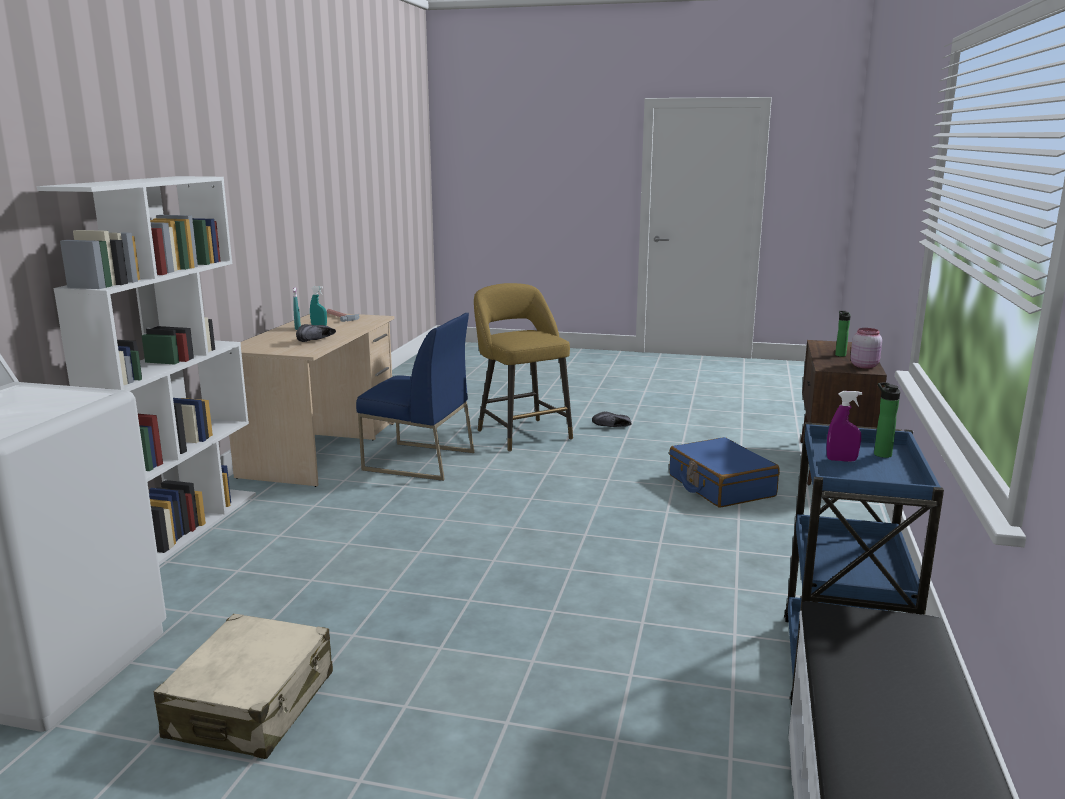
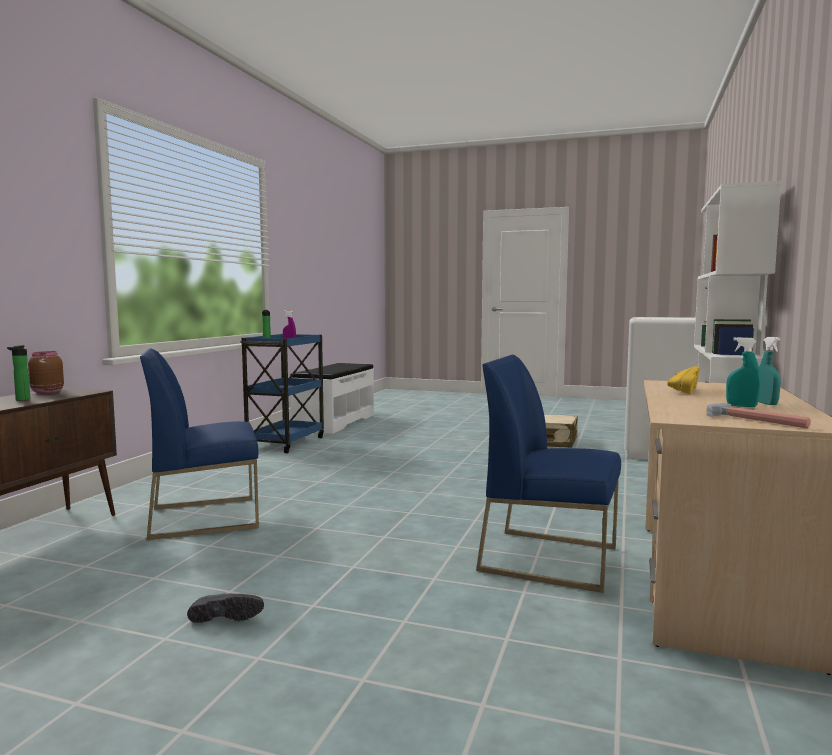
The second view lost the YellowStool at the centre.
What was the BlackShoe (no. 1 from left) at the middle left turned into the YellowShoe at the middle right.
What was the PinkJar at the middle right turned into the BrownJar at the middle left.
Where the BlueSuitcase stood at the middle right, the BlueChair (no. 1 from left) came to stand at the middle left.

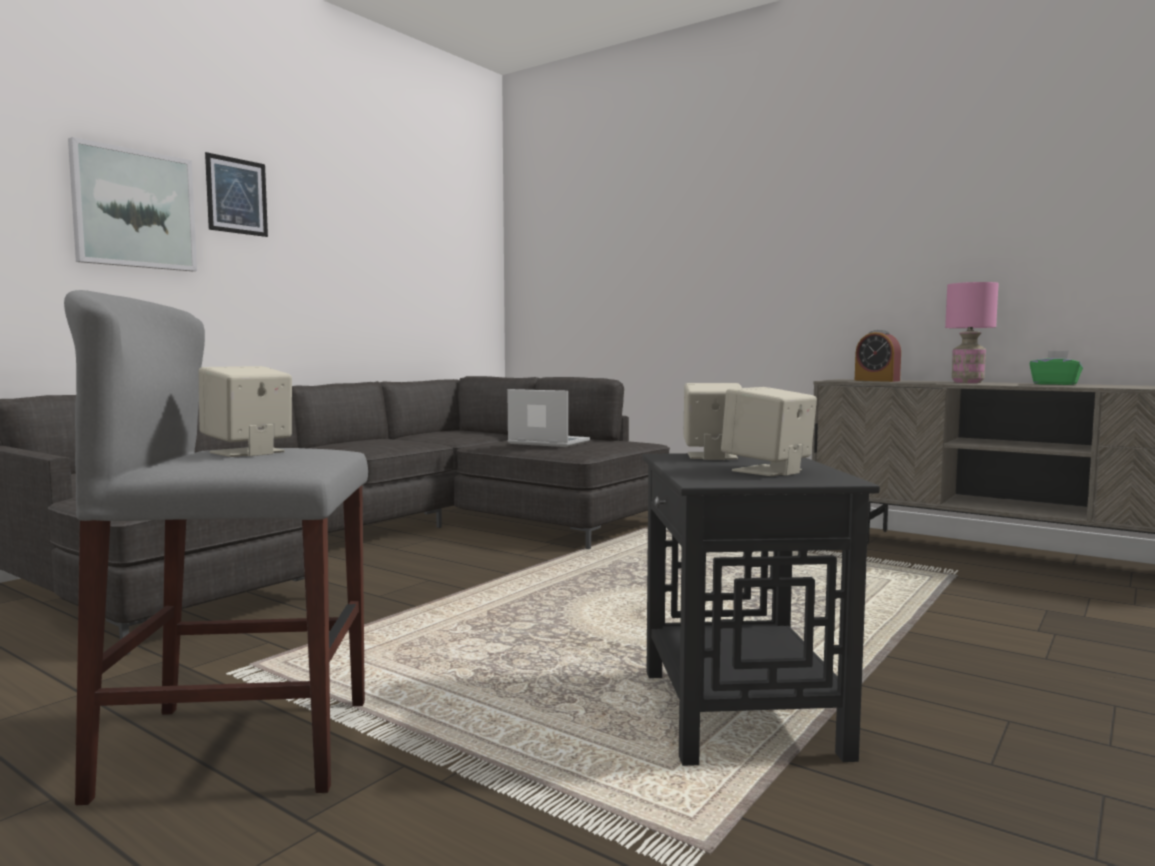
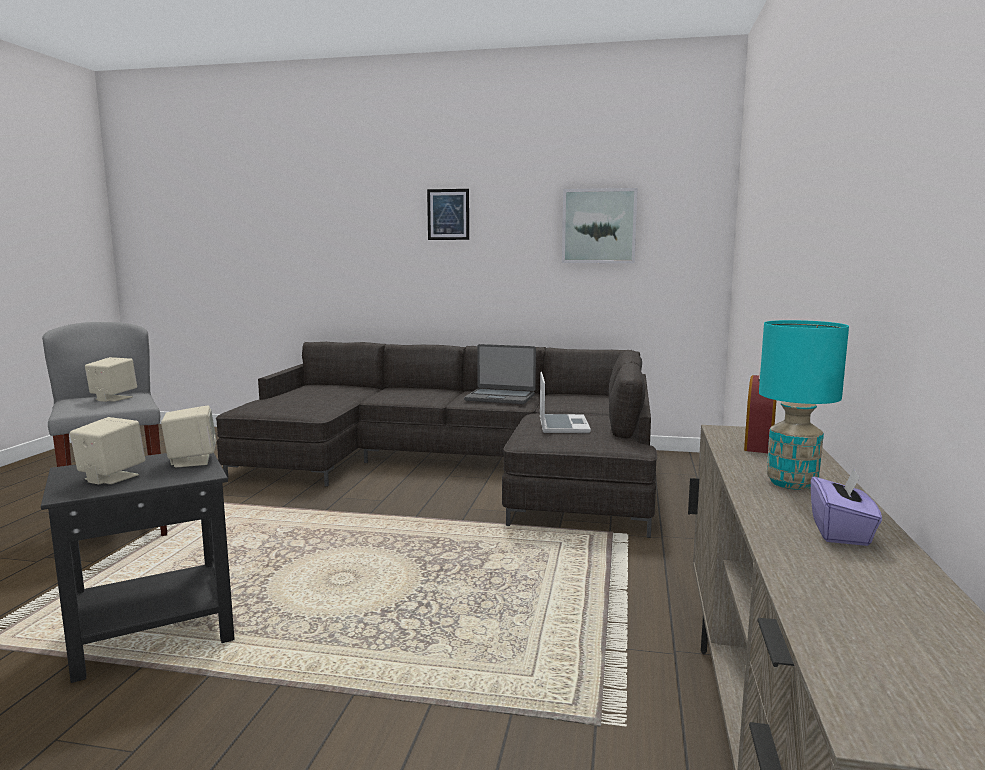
The Picture (no. 1 from left in the first image) ended up elsewhere, having gone from the top left to the top centre.
What was the PinkTableLamp at the middle right turned into the TurquoiseTableLamp at the middle right.
What was the GreenTissueBox at the middle right turned into the PurpleTissueBox at the middle right.
The second view gained the Laptop (no. 1 from left) at the centre.

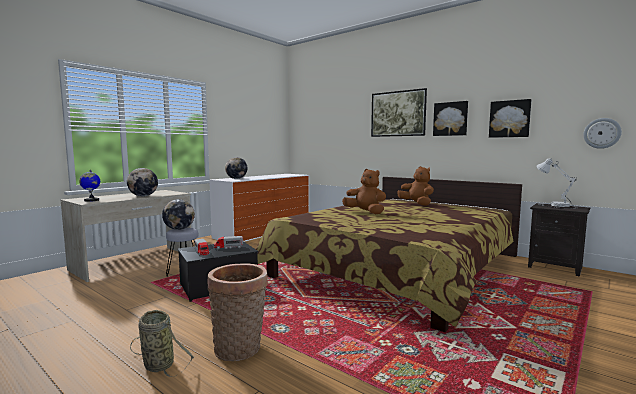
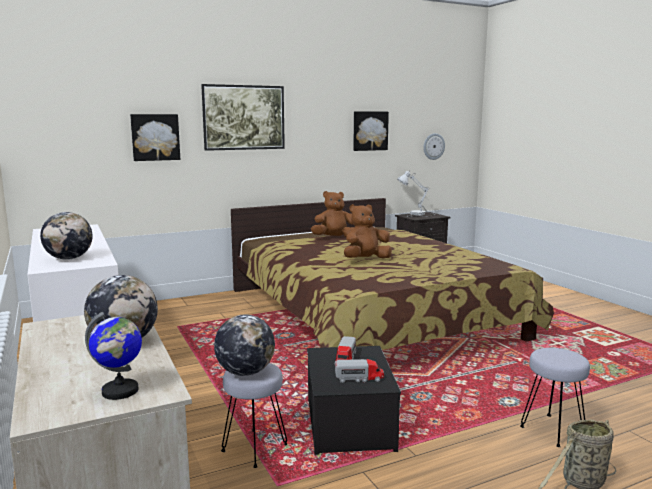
The Picture (no. 2 from left in the first image) ended up elsewhere, having gone from the top right to the top left.
Where the Basket (no. 2 from left) stood at the bottom centre, the GreyStool (no. 2 from left) came to stand at the bottom right.

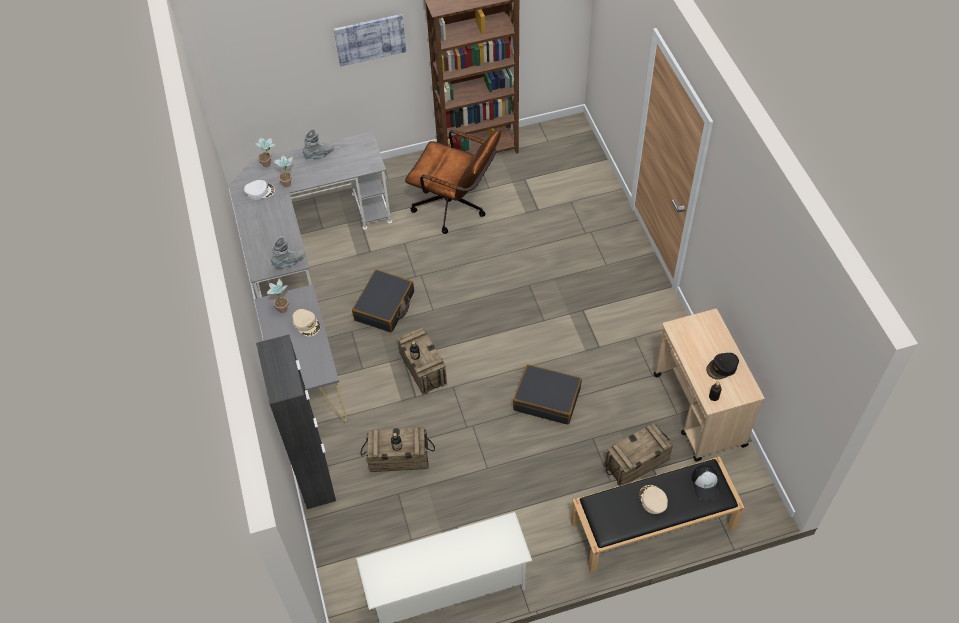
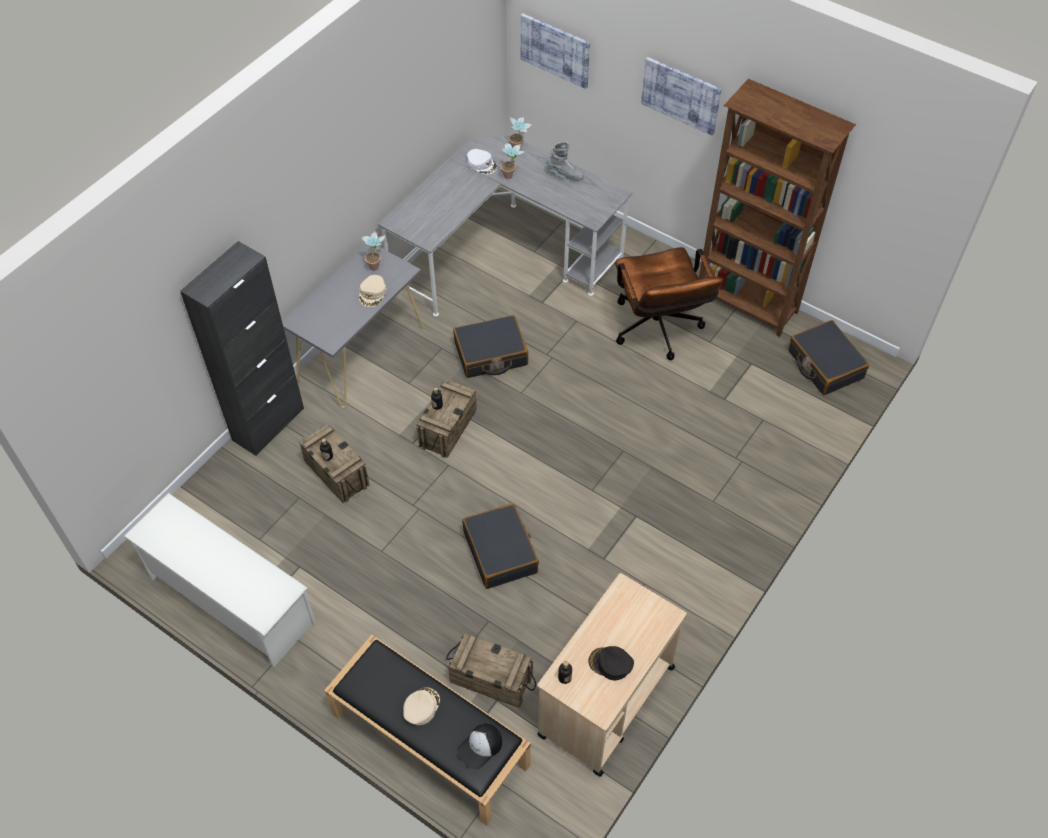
The second view lost the GreyBoot (no. 1 from left) at the middle left.
The second view gained the Picture (no. 1 from left) at the top centre.
The second view gained the BlackSuitcase (no. 3 from left) at the middle right.

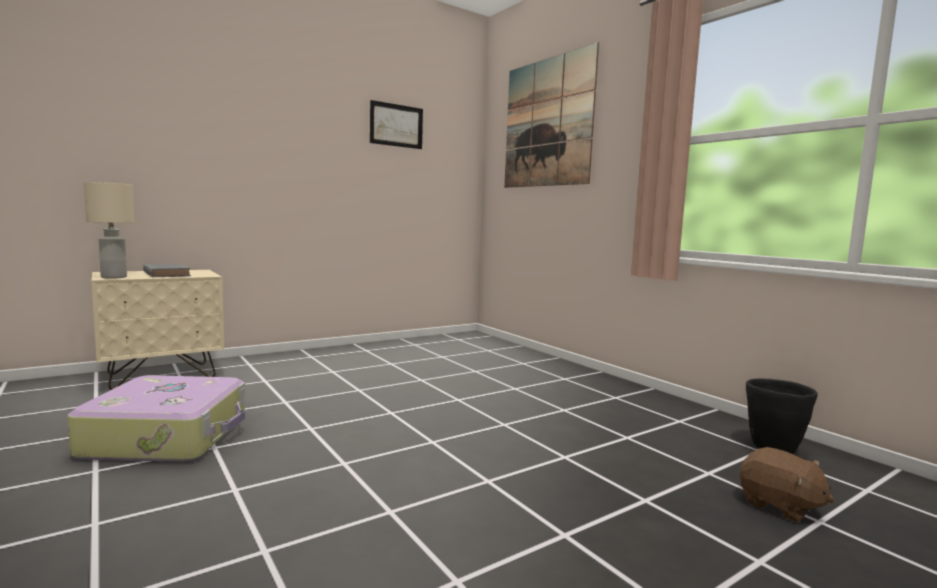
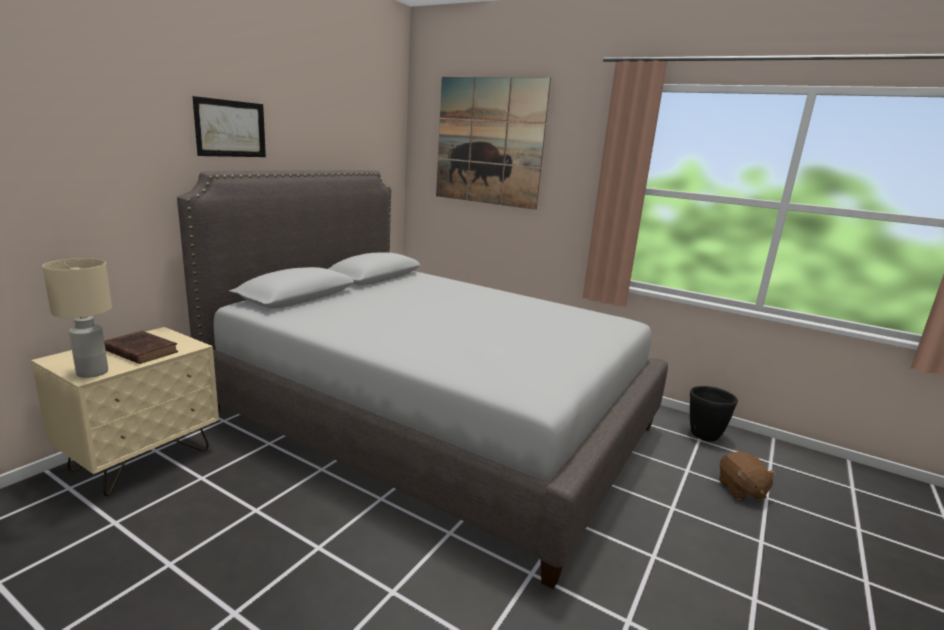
The Picture (no. 1 from left) ended up elsewhere, having gone from the top centre to the top left.
What was the GreyBook at the middle left turned into the BrownBook at the middle left.
The second view lost the Suitcase at the bottom left.
The BrownPlushToy at the bottom right ended up facing another way, 60 degrees clockwise from before.
The second view gained the GreyBed at the centre.

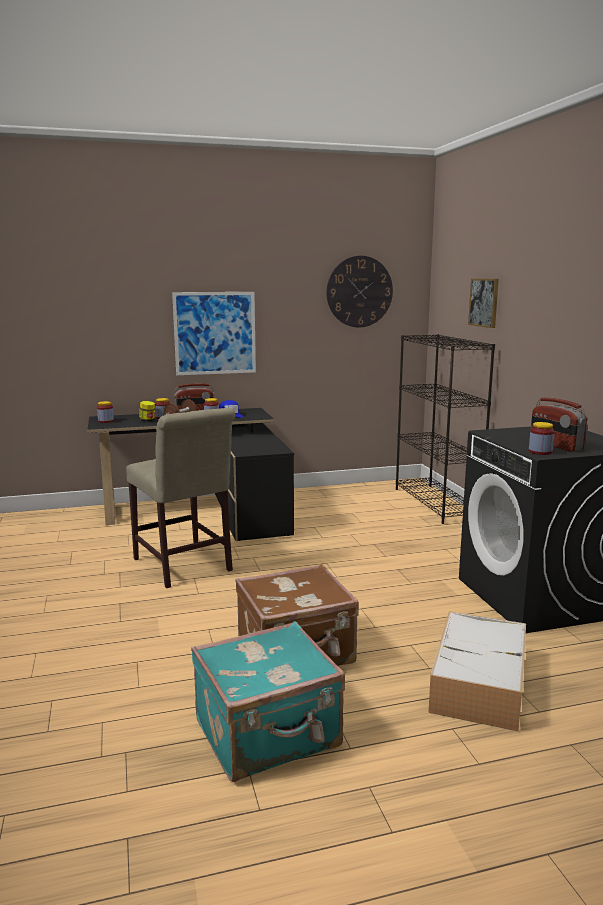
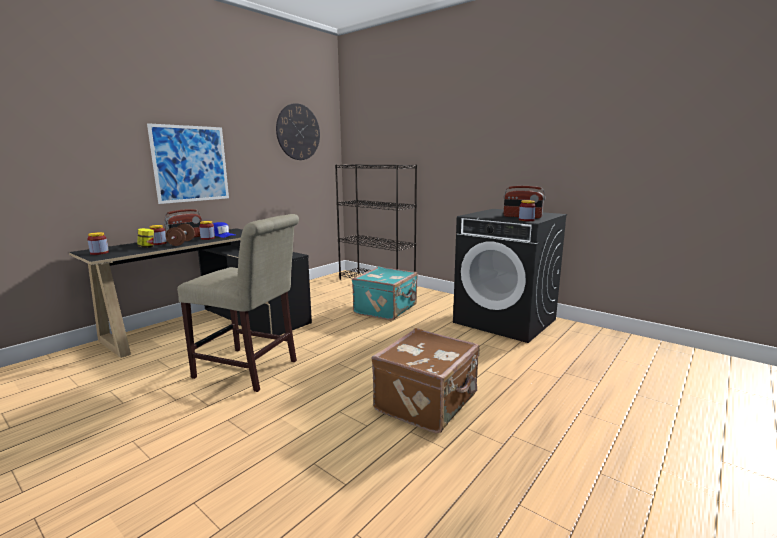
The second view lost the Picture (no. 2 from left) at the middle right.
The second view lost the StorageBox at the bottom right.
The TurquoiseSuitcase ended up elsewhere, having gone from the bottom centre to the centre.

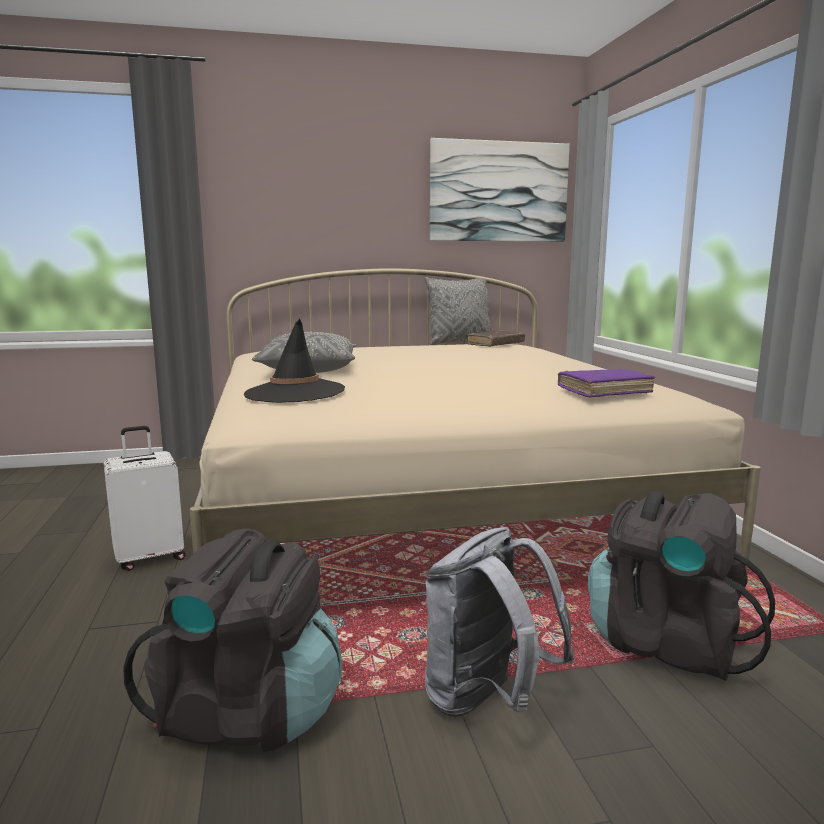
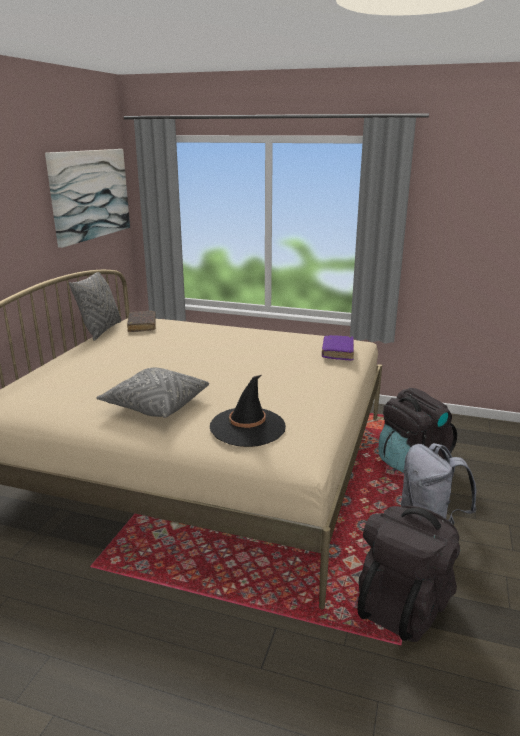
The second view lost the WhiteSuitcase at the middle left.

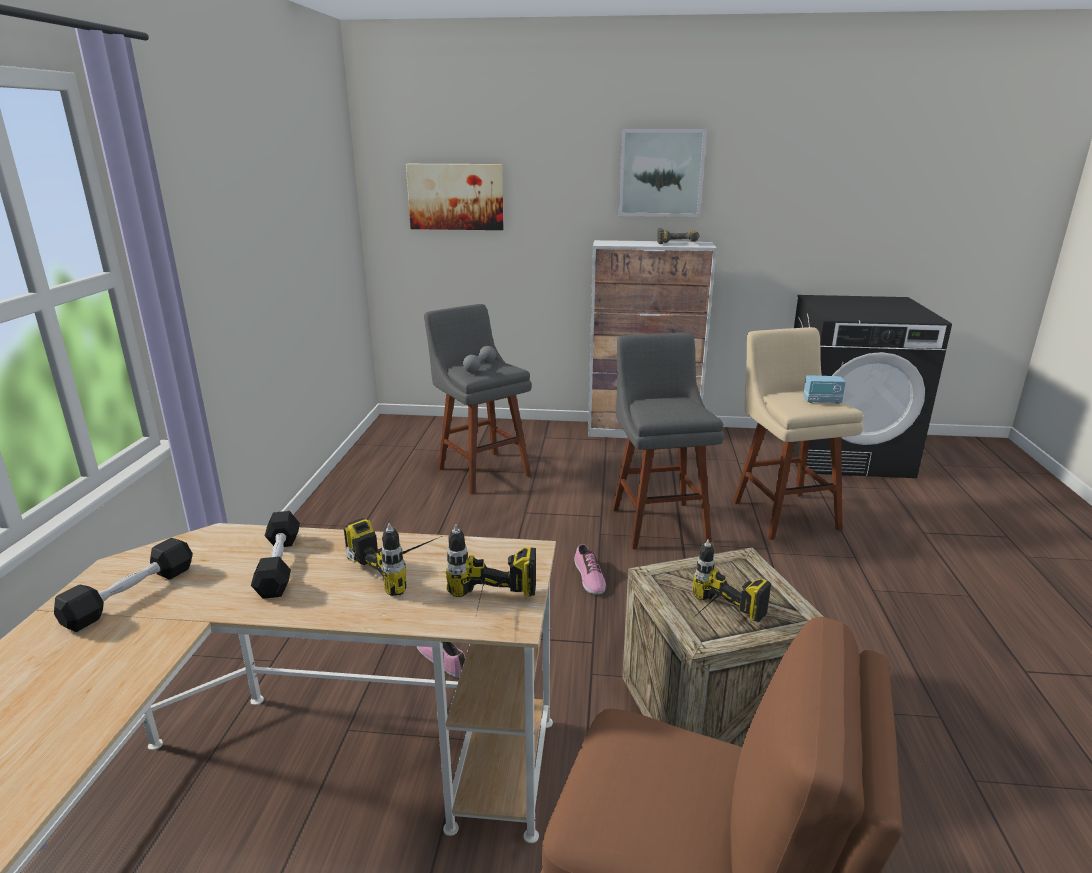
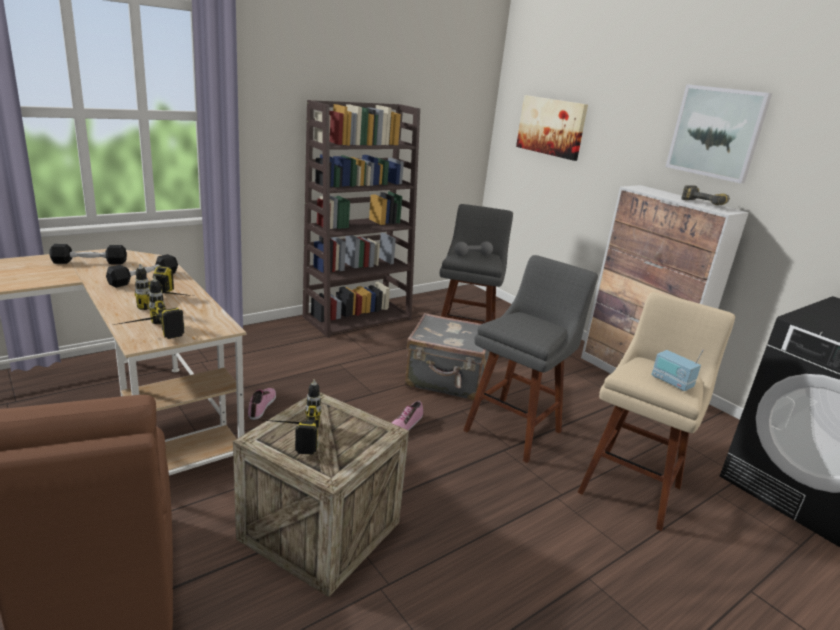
The second view gained the BrownBookcase at the centre.
The second view gained the GreySuitcase at the centre.

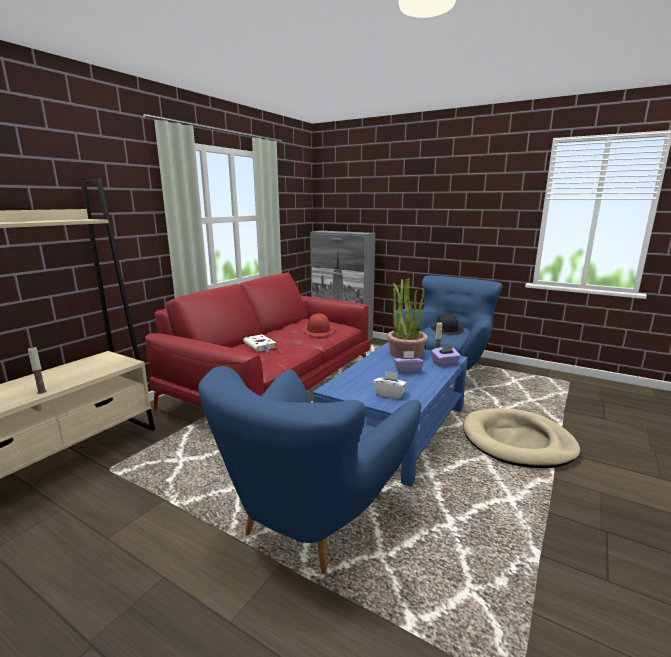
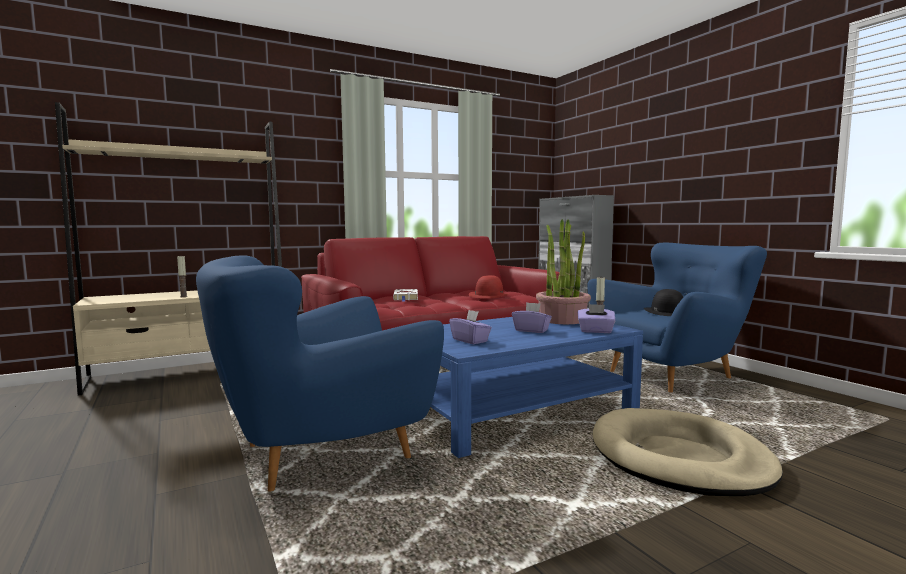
What was the WhiteTissueBox at the centre turned into the PurpleTissueBox (no. 1 from left) at the centre.

